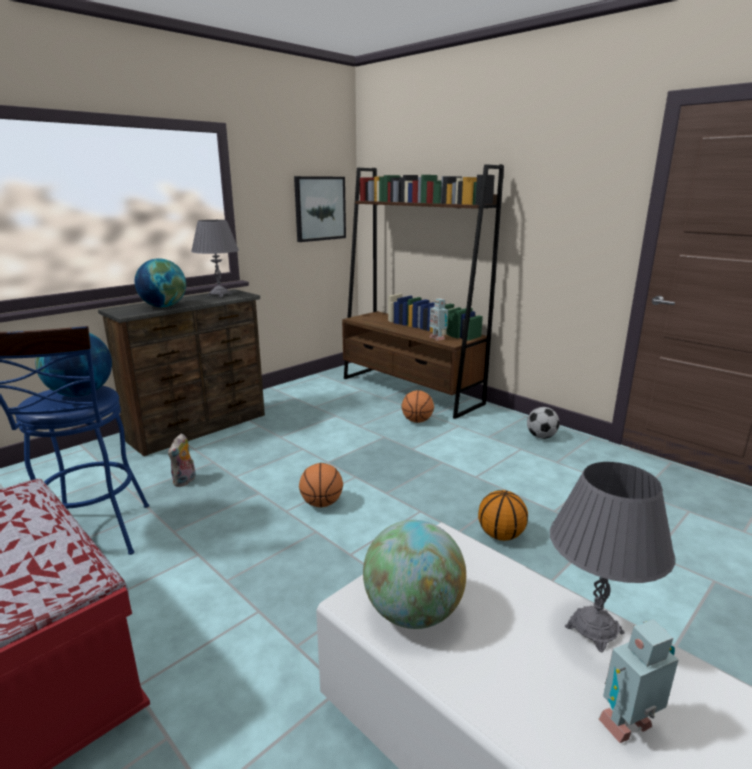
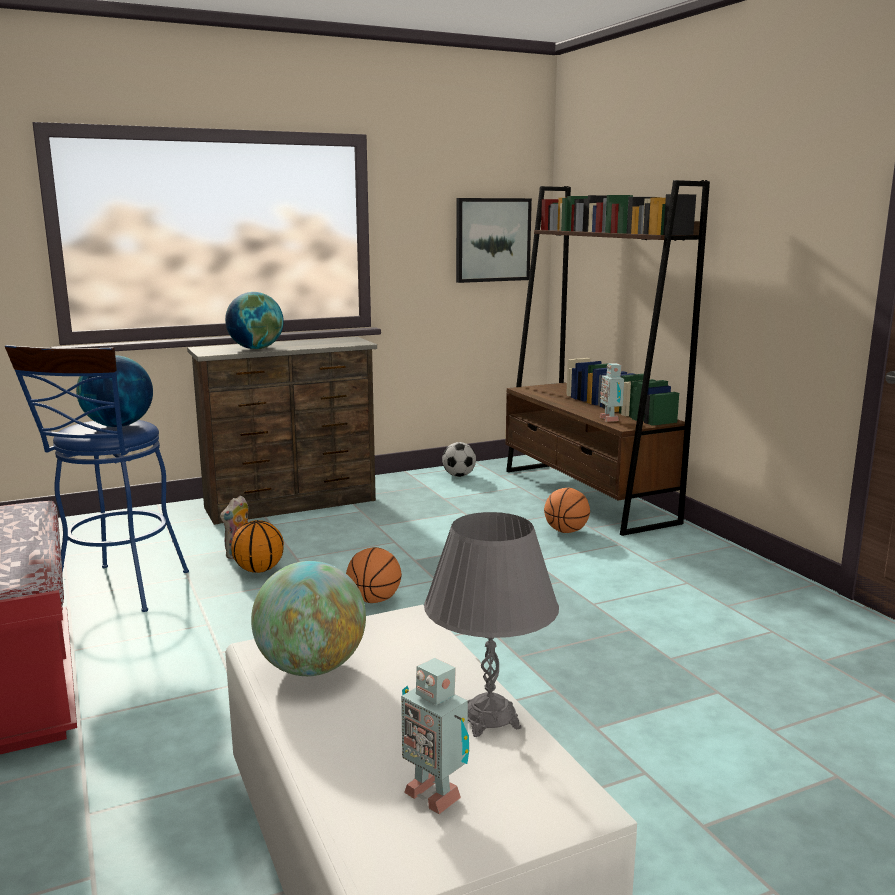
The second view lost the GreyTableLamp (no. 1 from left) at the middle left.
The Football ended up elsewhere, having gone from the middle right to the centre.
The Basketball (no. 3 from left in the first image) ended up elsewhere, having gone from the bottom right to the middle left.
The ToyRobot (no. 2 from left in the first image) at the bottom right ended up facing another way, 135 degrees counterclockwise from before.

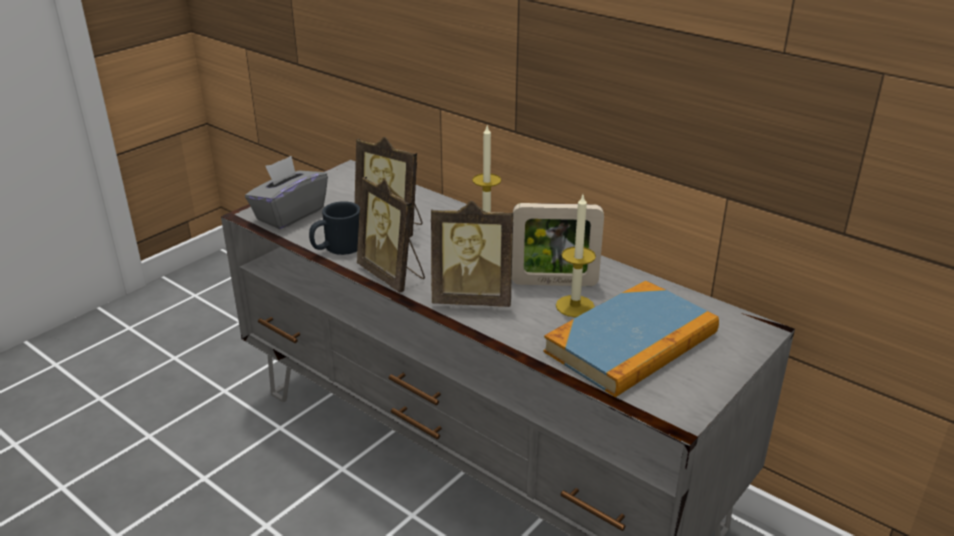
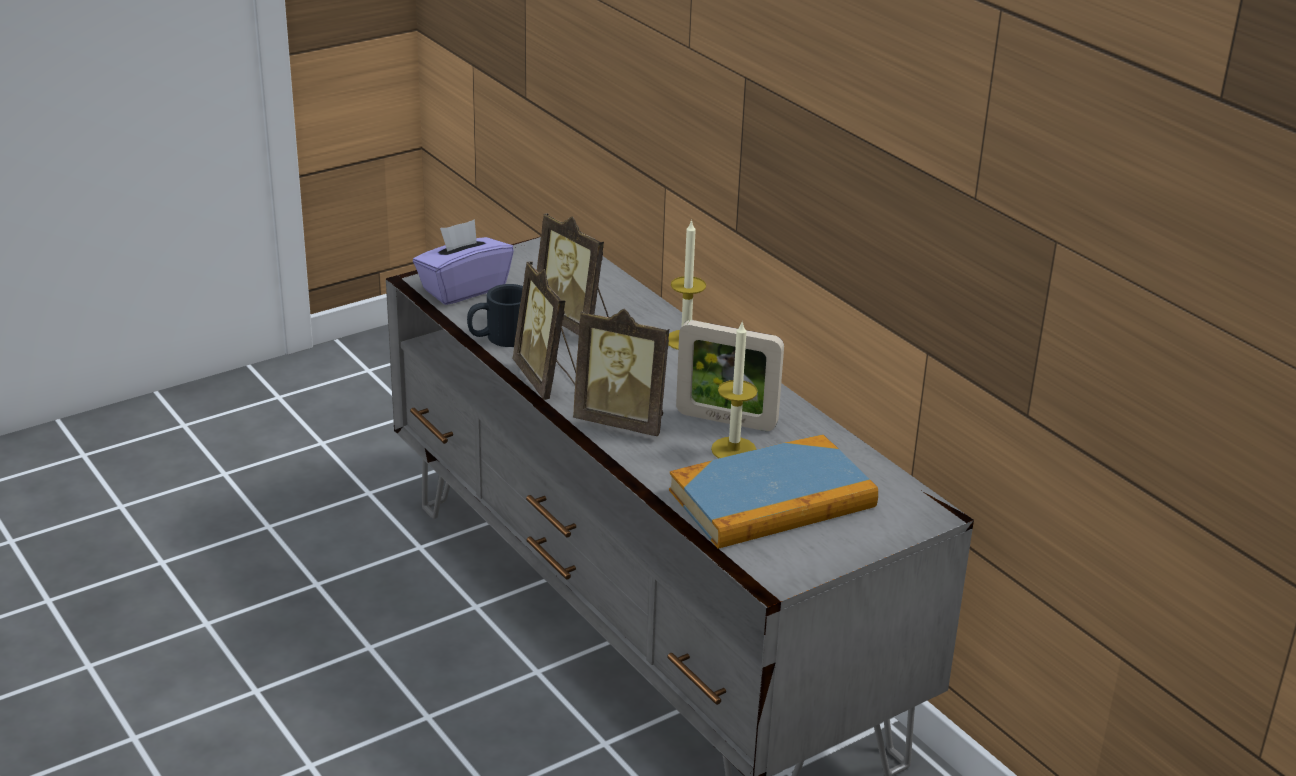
What was the GreyTissueBox at the middle left turned into the PurpleTissueBox at the centre.

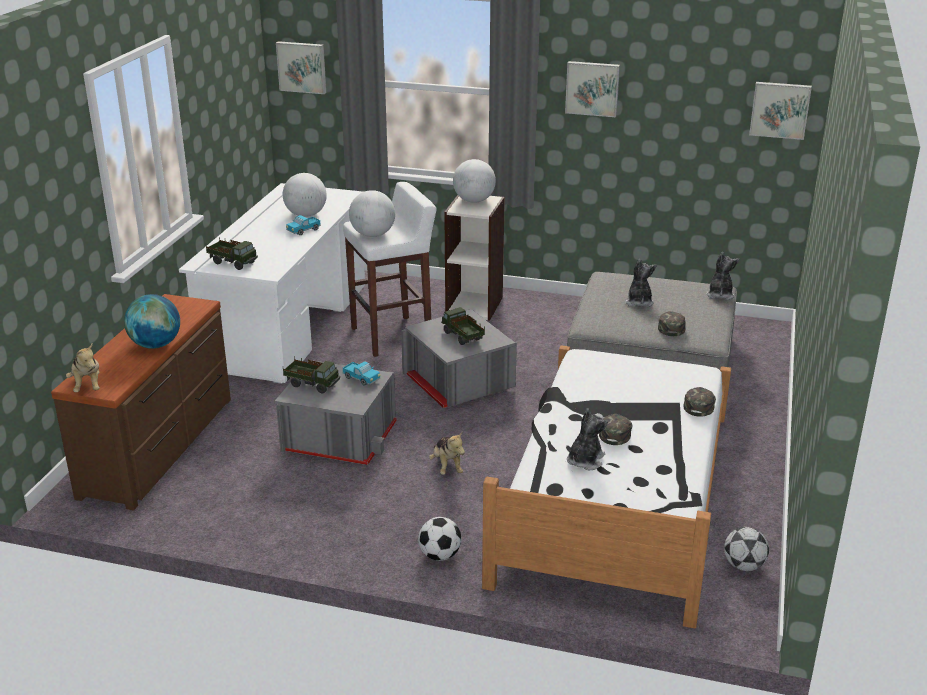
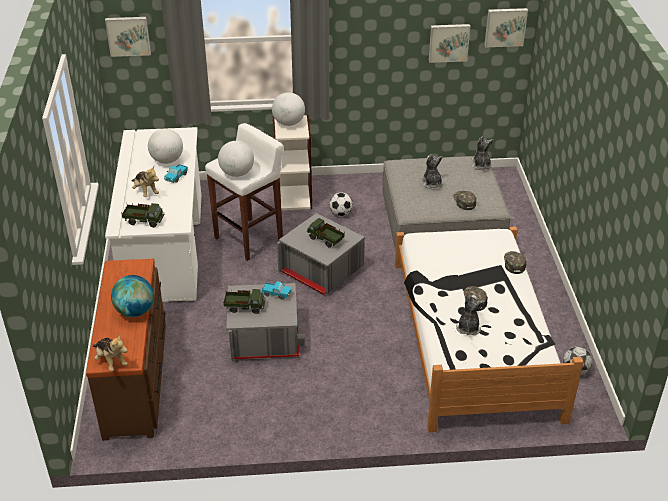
The Picture (no. 2 from left) ended up elsewhere, having gone from the top centre to the top right.
The PlushToy (no. 2 from left) ended up elsewhere, having gone from the centre to the middle left.
The Football (no. 1 from left) ended up elsewhere, having gone from the bottom centre to the centre.

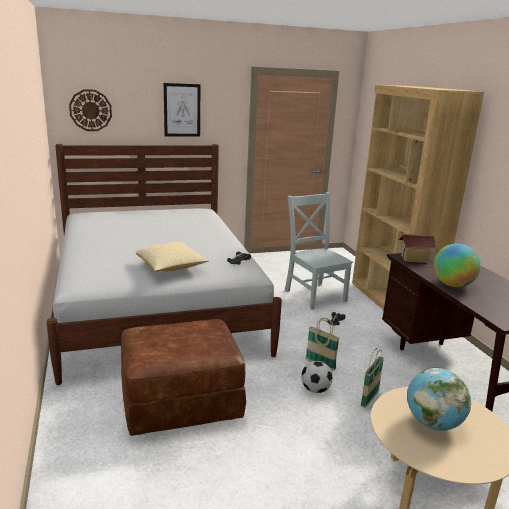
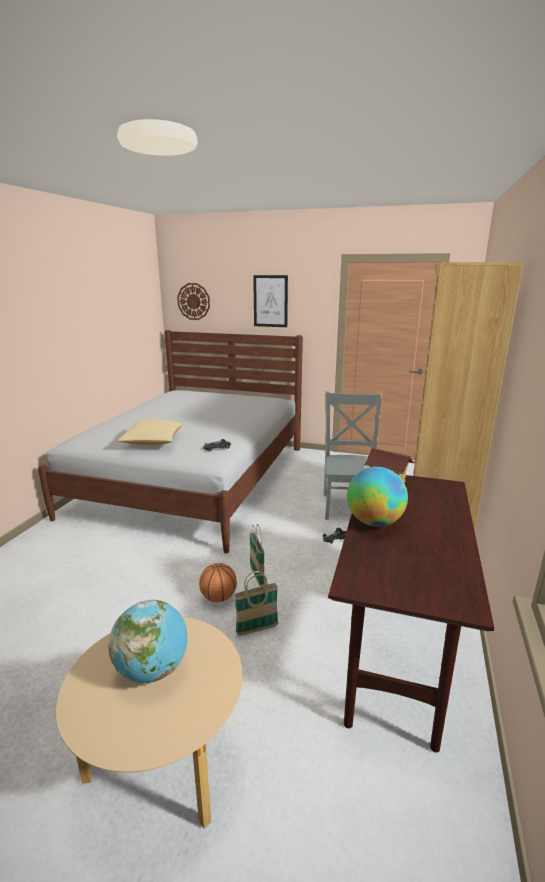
The second view lost the BrownOttoman at the bottom centre.
Where the Football stood at the bottom centre, the Basketball came to stand at the centre.

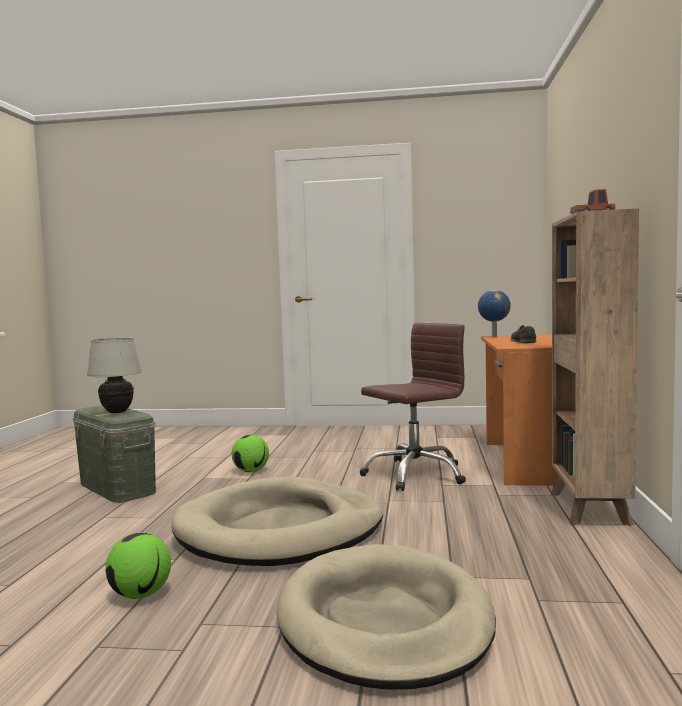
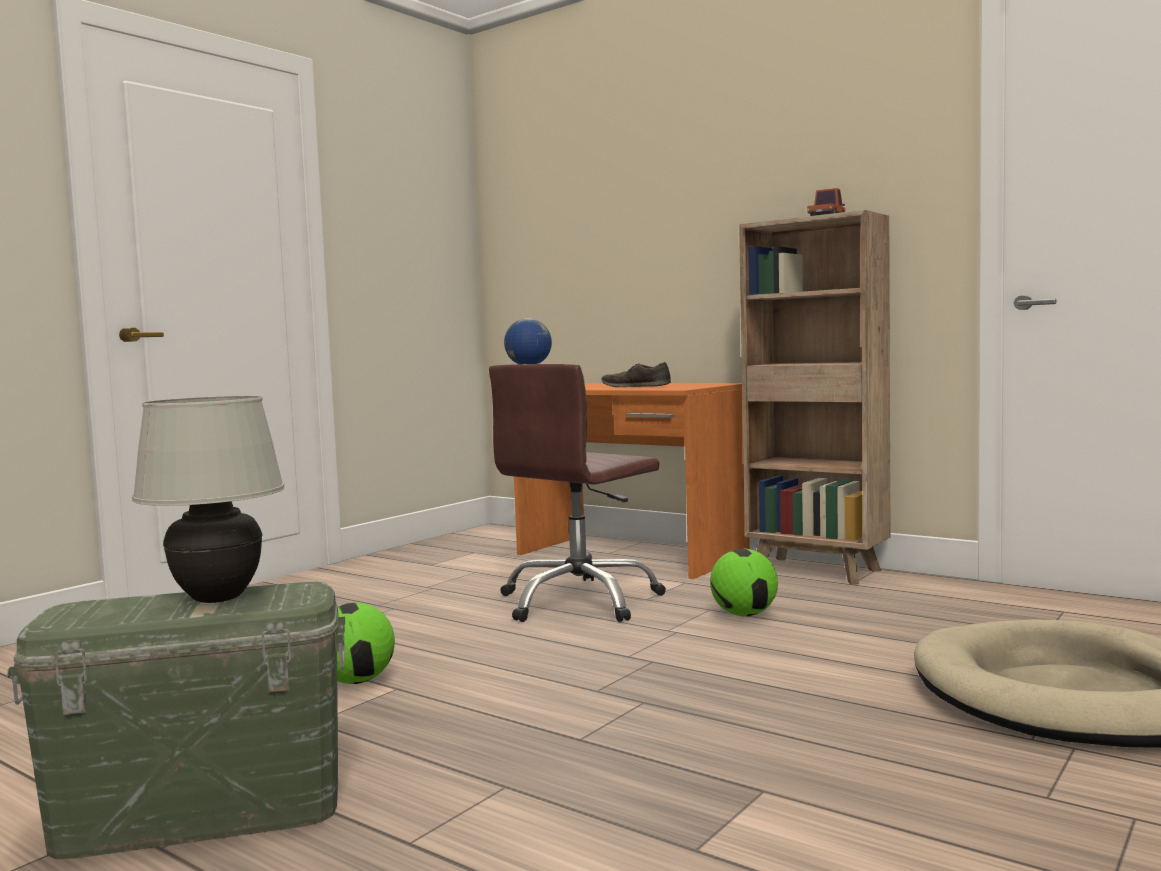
The BrownOfficeChair at the centre ended up facing another way, 135 degrees counterclockwise from before.
The second view lost the BeigeDogBed (no. 1 from left) at the bottom centre.
The Football (no. 1 from left in the first image) ended up elsewhere, having gone from the bottom left to the bottom centre.

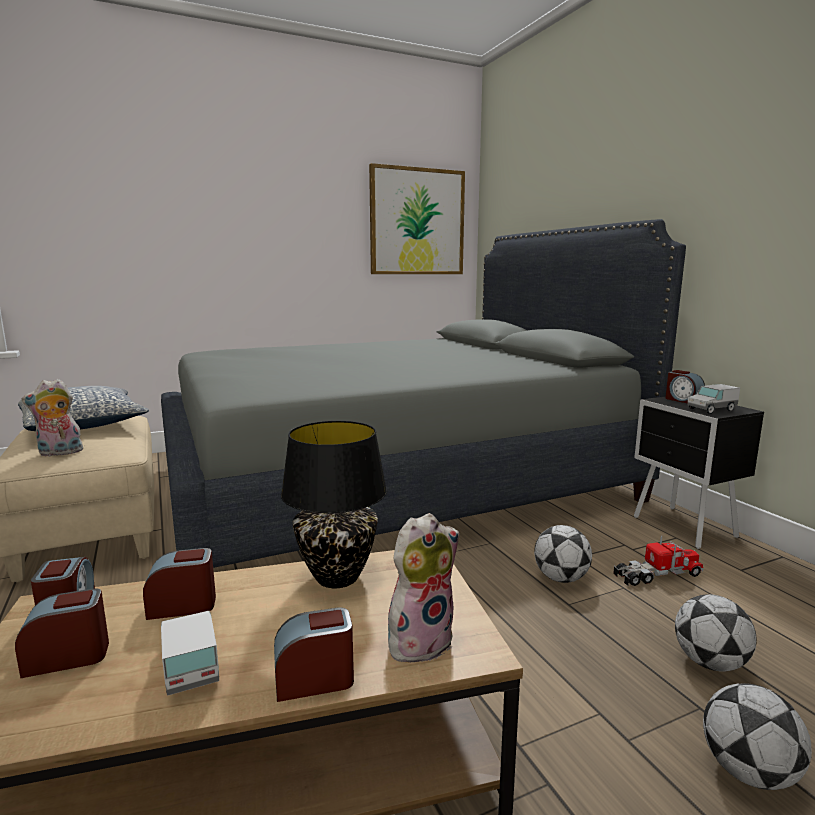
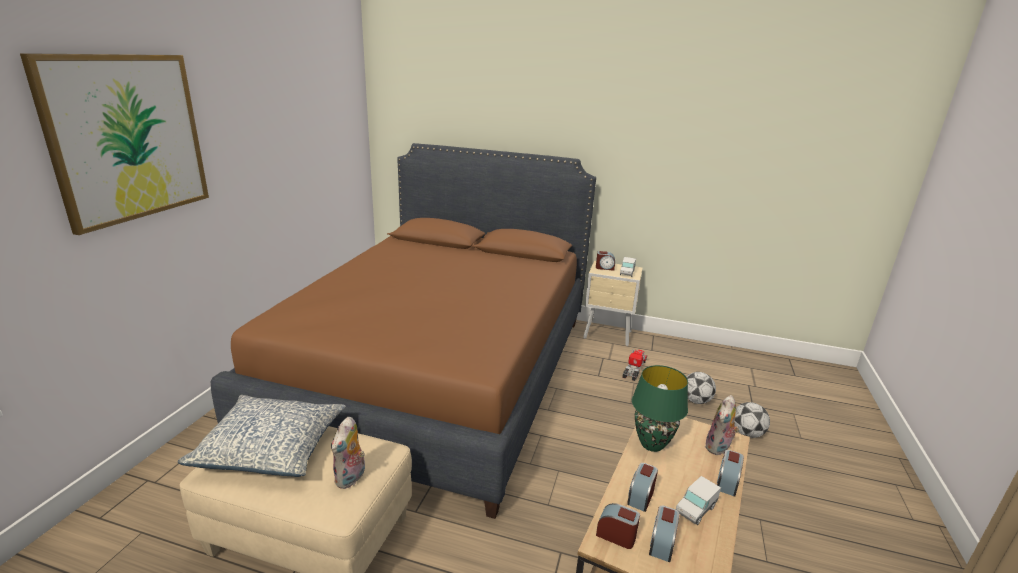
The Picture ended up elsewhere, having gone from the top centre to the top left.
What was the GreyBed at the centre turned into the BrownBed at the centre.
What was the BlackNightstand at the middle right turned into the BeigeNightstand at the centre.
What was the BlackTableLamp at the centre turned into the GreenTableLamp at the bottom centre.
The PlushToy (no. 2 from left) at the bottom centre ended up facing another way, 150 degrees counterclockwise from before.
The second view lost the Football (no. 1 from left) at the bottom right.
The ToyTruck (no. 1 from left in the first image) at the bottom left ended up facing another way, 60 degrees counterclockwise from before.

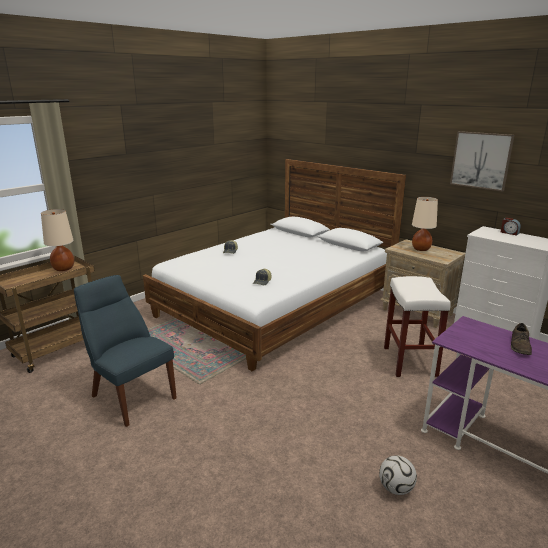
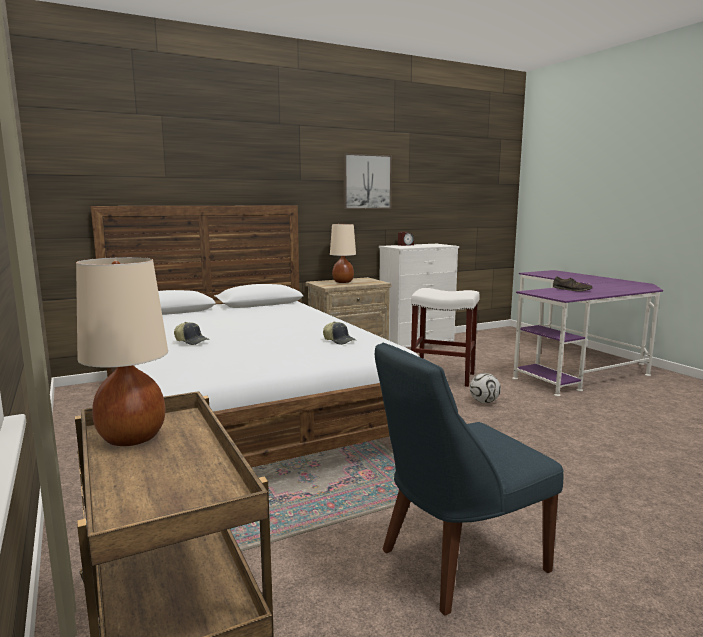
The Football ended up elsewhere, having gone from the bottom right to the middle right.

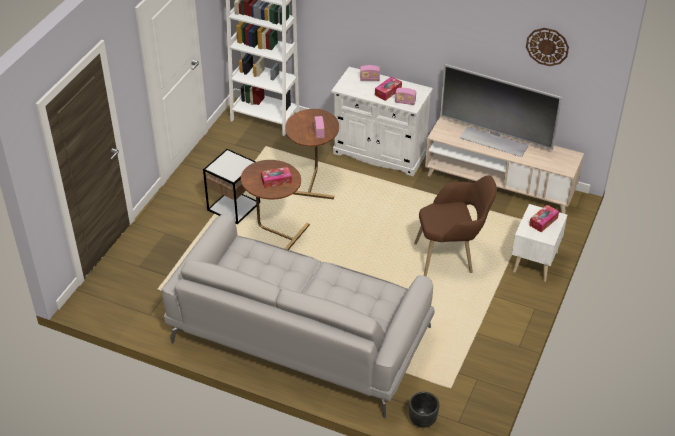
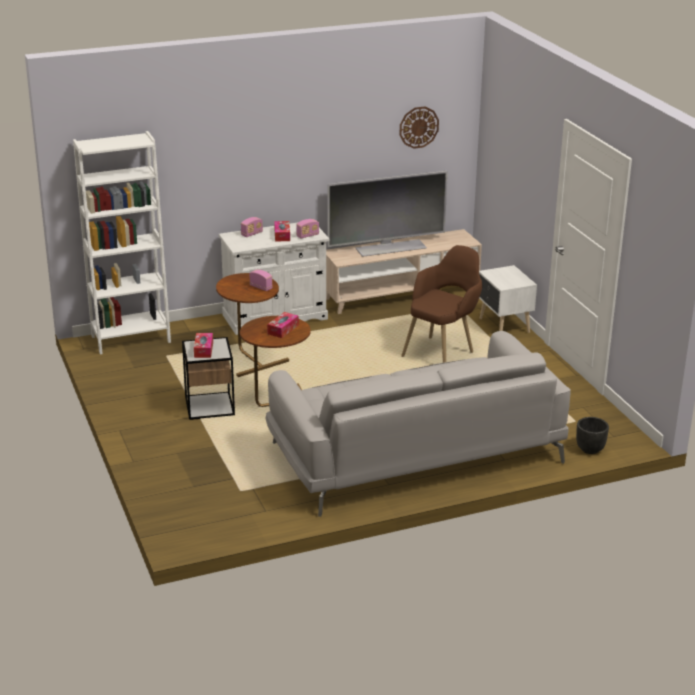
The TissueBox (no. 3 from left in the first image) ended up elsewhere, having gone from the middle right to the middle left.

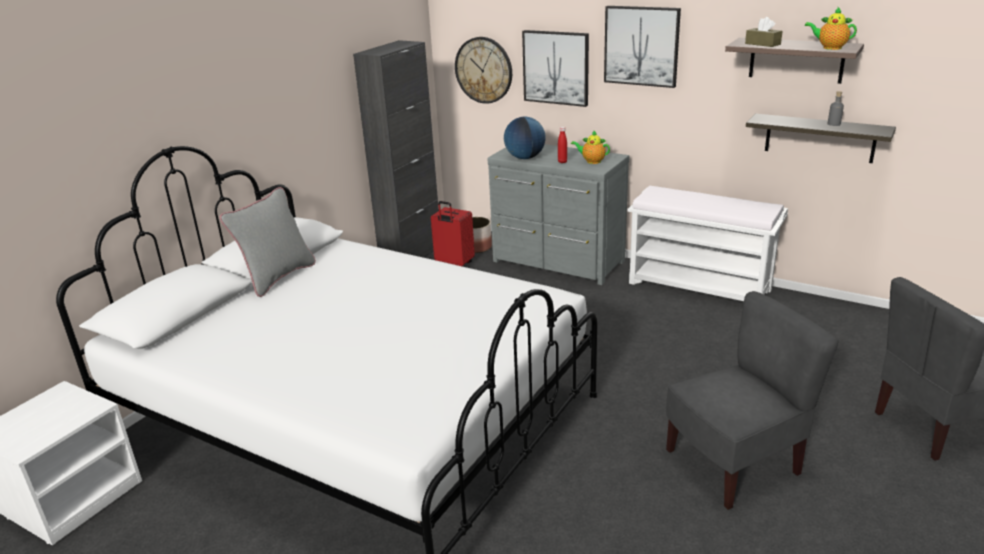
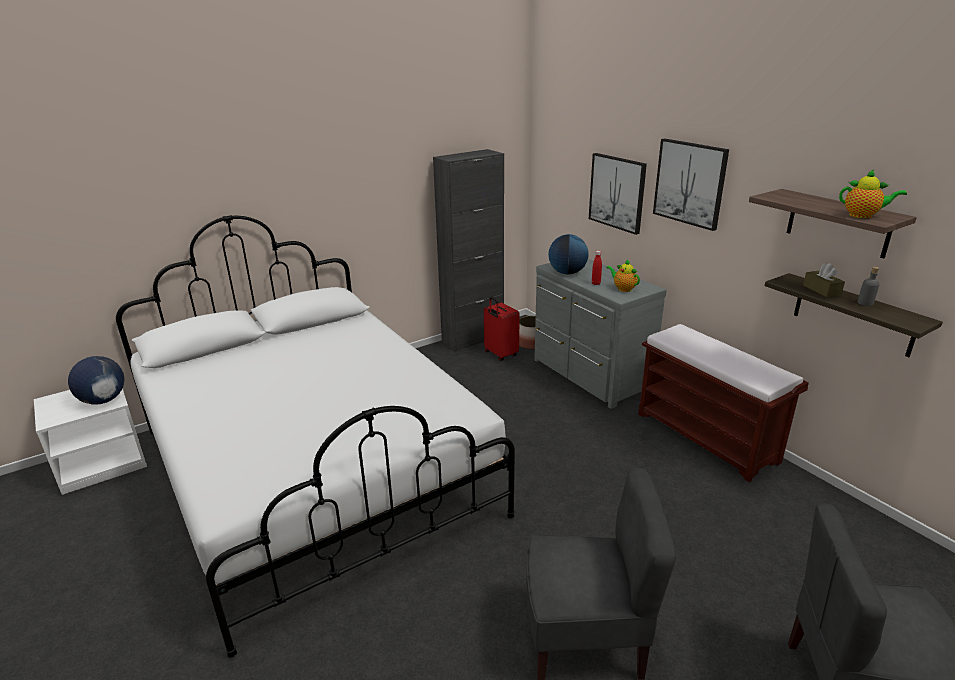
The Teapot (no. 2 from left) at the top right ended up facing another way, 150 degrees clockwise from before.
The BrownTissueBox ended up elsewhere, having gone from the top right to the middle right.
The second view lost the WallClock at the top centre.
What was the WhiteBench at the middle right turned into the BrownBench at the middle right.
The second view lost the GreyPillow at the middle left.
The second view gained the Globe (no. 1 from left) at the middle left.

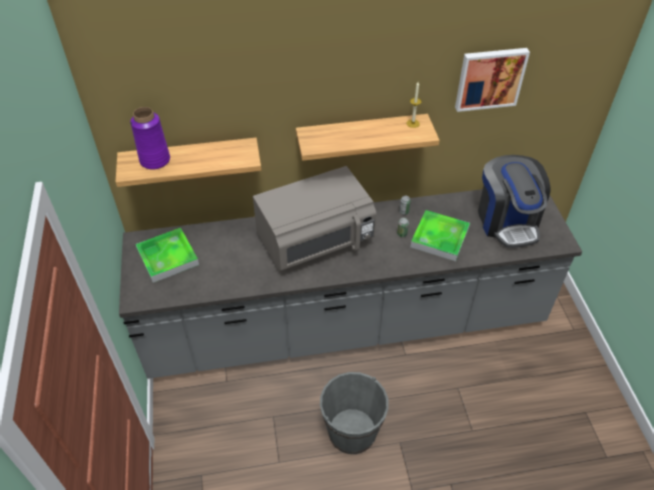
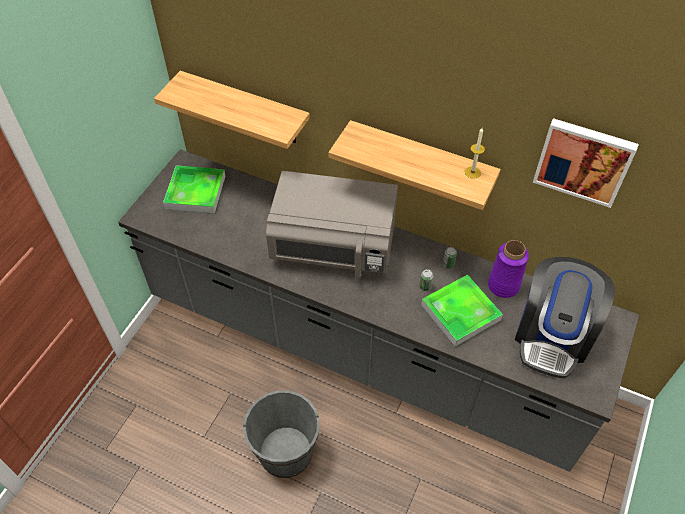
The PurpleVase ended up elsewhere, having gone from the top left to the middle right.

